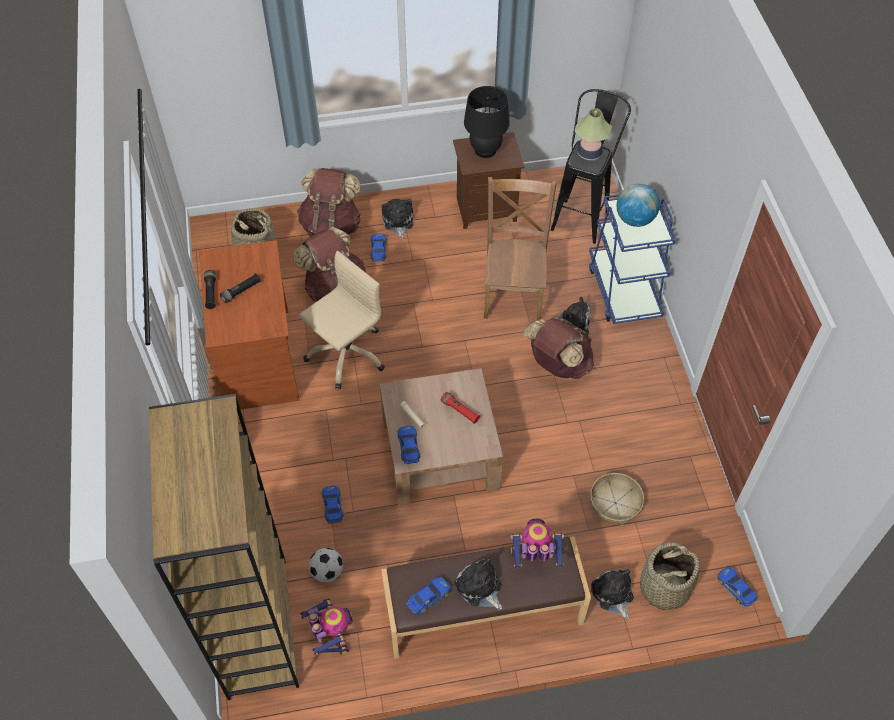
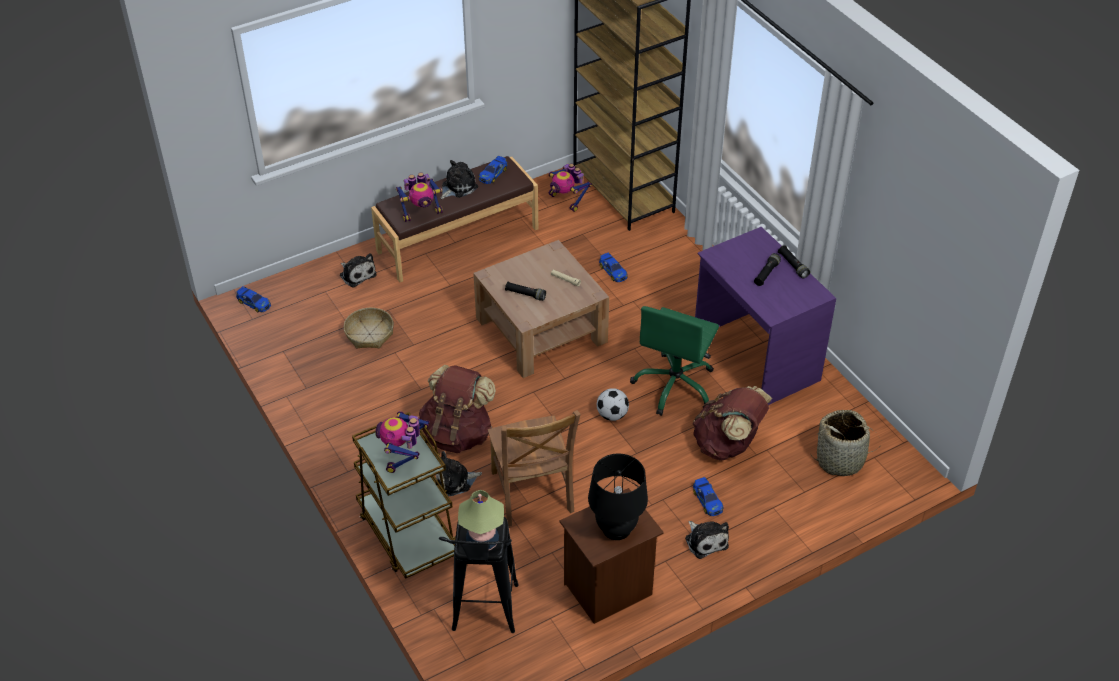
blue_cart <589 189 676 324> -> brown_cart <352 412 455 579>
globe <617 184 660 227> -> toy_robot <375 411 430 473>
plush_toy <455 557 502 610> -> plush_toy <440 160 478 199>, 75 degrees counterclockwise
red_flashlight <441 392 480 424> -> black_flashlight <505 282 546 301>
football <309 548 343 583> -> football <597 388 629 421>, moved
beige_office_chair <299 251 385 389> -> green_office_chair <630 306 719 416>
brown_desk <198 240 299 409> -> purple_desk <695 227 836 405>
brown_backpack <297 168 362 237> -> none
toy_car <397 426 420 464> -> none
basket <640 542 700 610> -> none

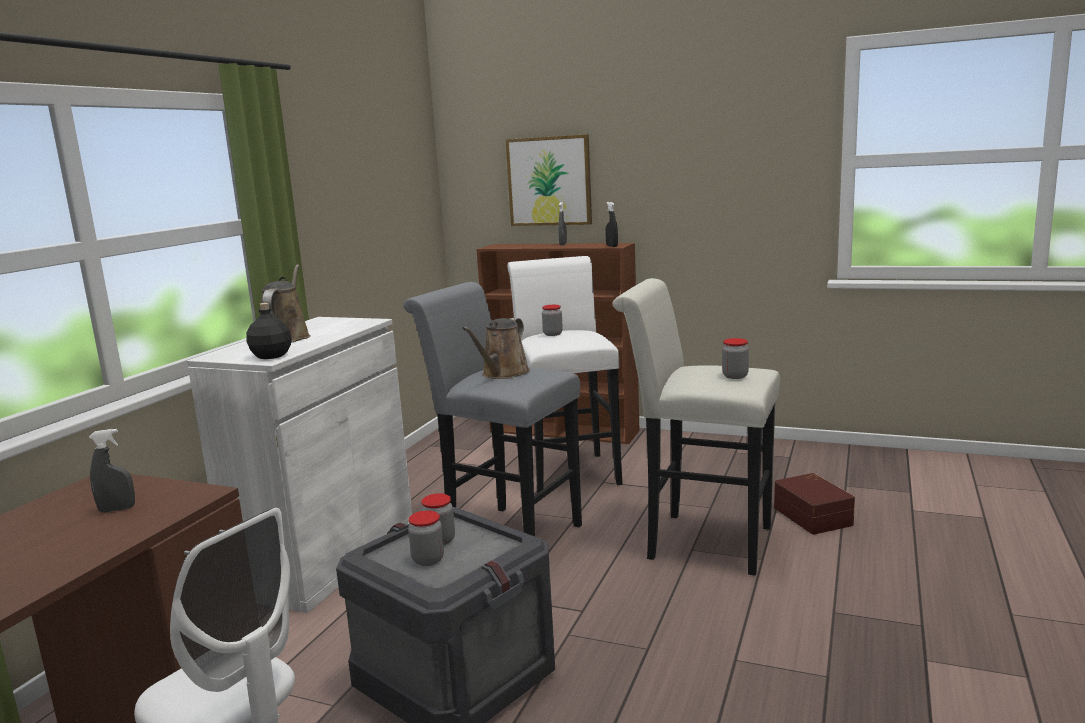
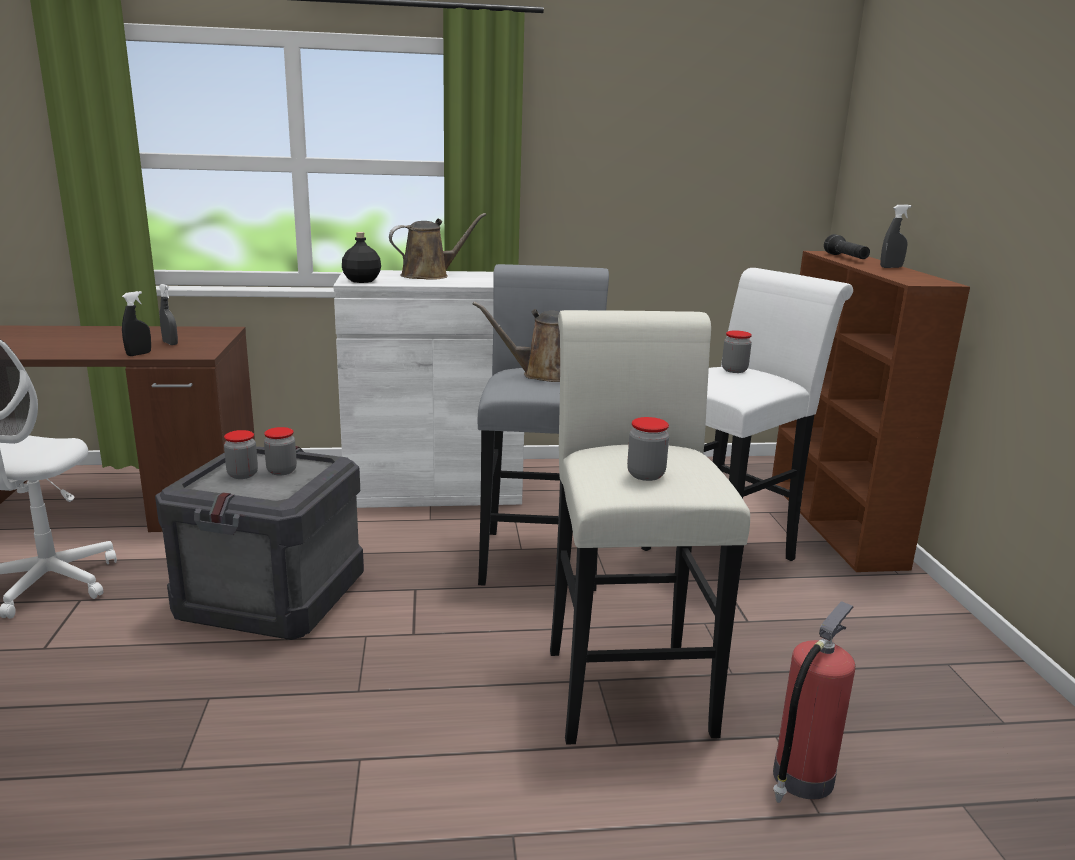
black_spray_bottle <605 202 618 247> -> black_spray_bottle <122 291 151 356>, moved
brown_storage_box <774 473 855 535> -> fire_extinguisher <773 601 855 803>
none -> black_flashlight <824 234 870 259>
picture <506 134 592 226> -> none

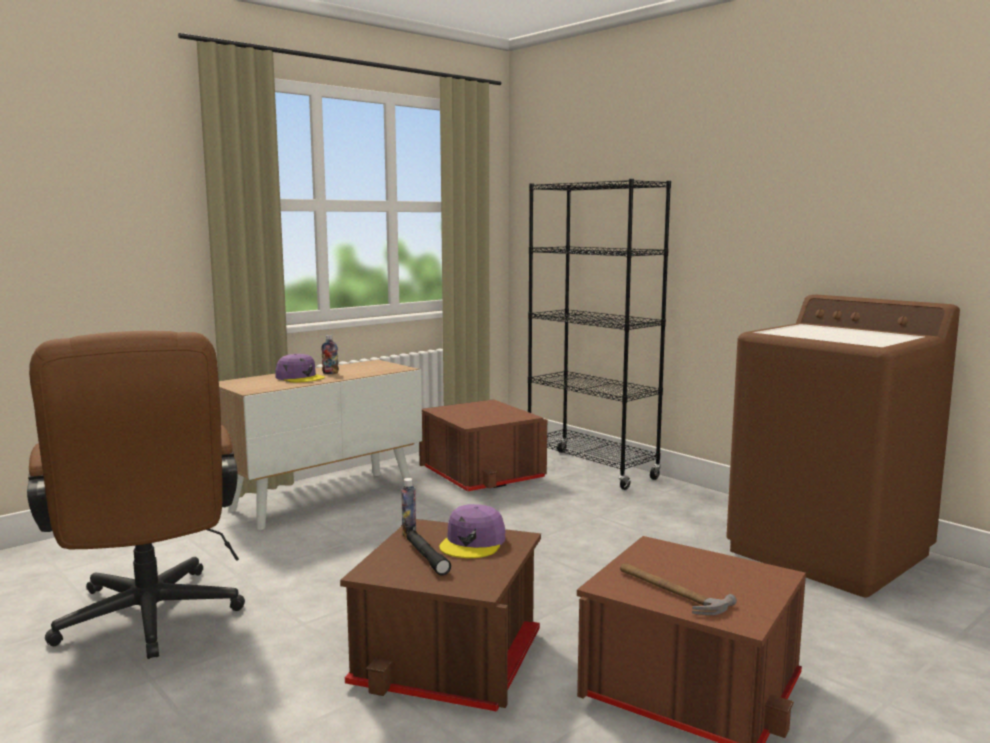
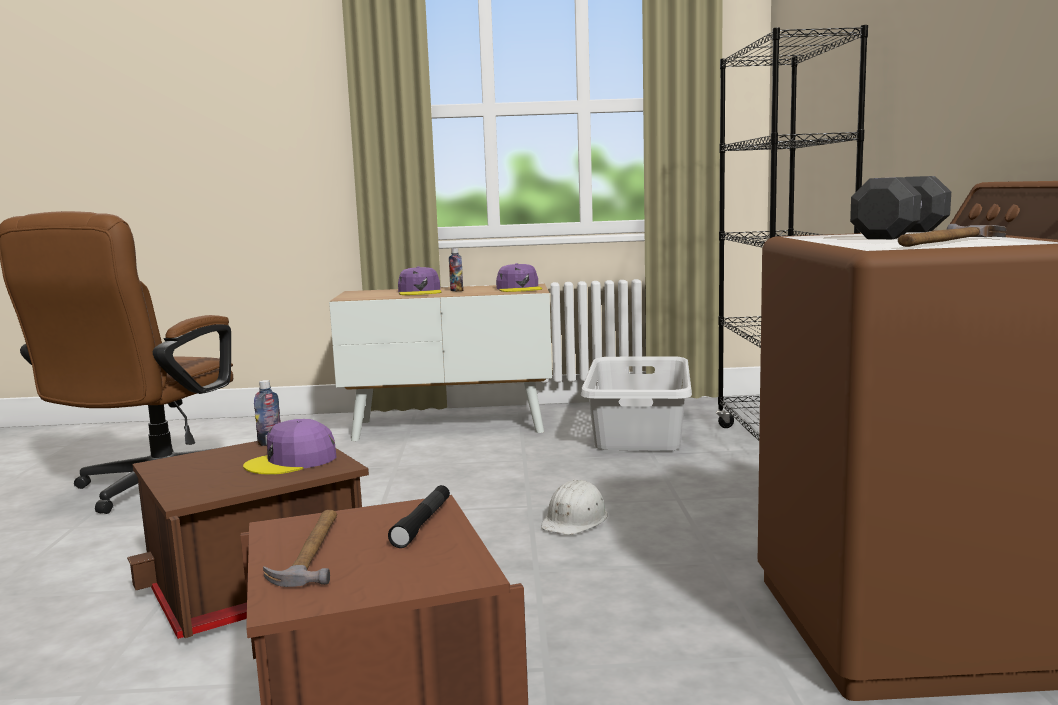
black_flashlight <407 530 451 576> -> black_flashlight <388 485 450 548>, moved
none -> purple_cap <496 263 542 292>
none -> white_hard_hat <541 480 608 535>
brown_storage_box <419 399 547 492> -> grey_laundry_basket <581 356 692 451>
none -> black_dumbbell <850 176 951 239>
none -> hammer <898 224 1006 247>

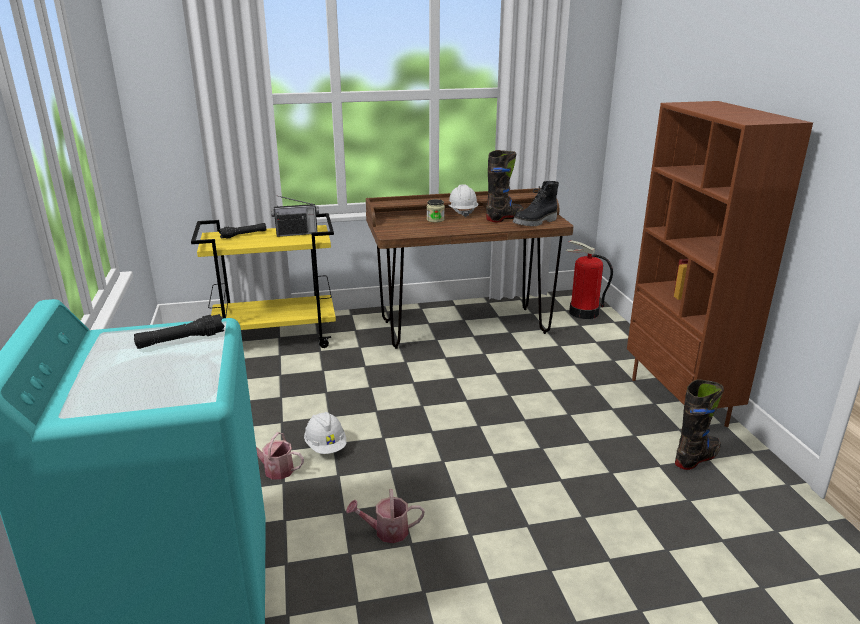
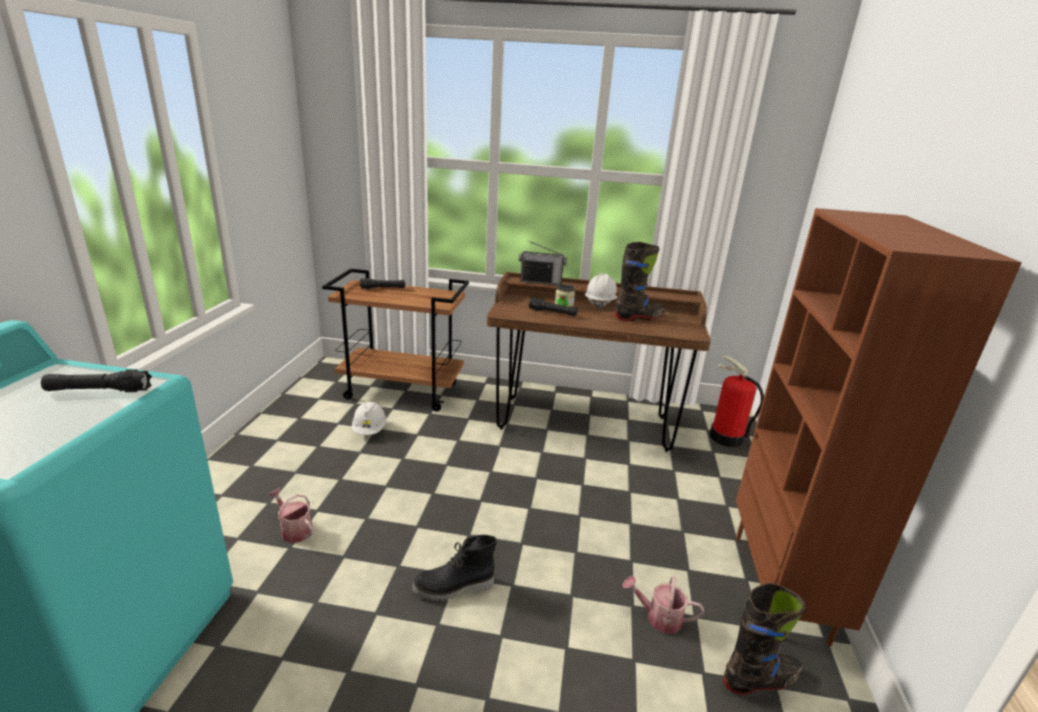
yellow_cart <191 213 336 348> -> brown_cart <322 269 469 412>
white_hard_hat <304 412 346 454> -> white_hard_hat <352 402 387 435>, moved
black_boot <513 181 559 226> -> black_boot <412 535 497 601>, moved
radio <271 195 319 237> -> radio <519 240 567 285>, moved
none -> black_flashlight <528 298 578 316>
watering_can <346 489 424 543> -> watering_can <623 576 704 634>, moved

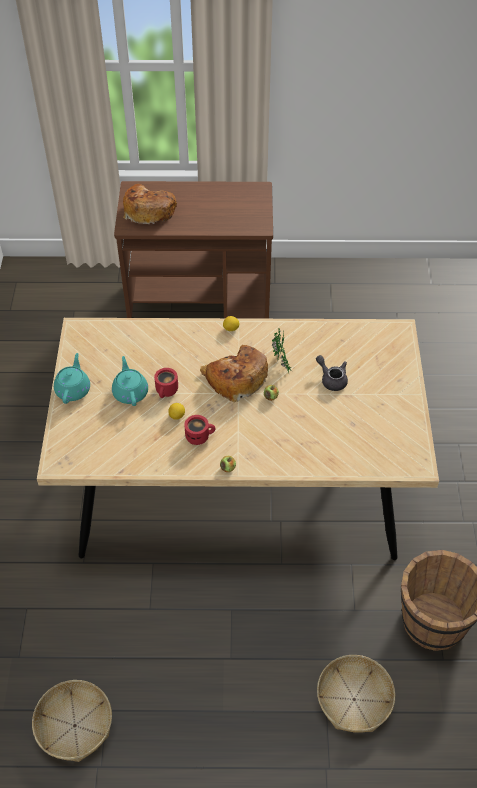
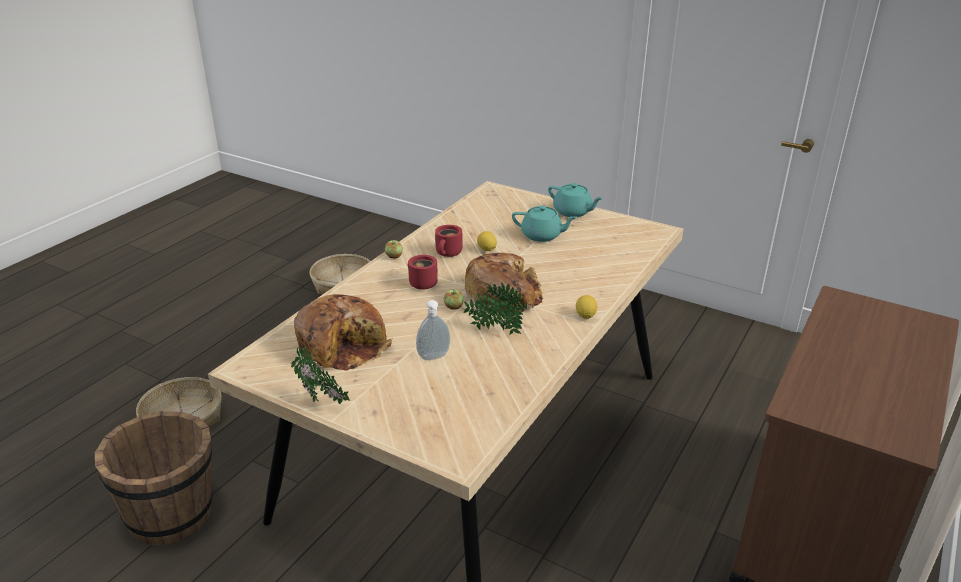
none -> potted_plant <291 346 350 404>
bread <123 184 177 224> -> bread <294 294 393 371>, moved
red_mug <154 368 178 398> -> red_mug <408 255 438 290>, moved
grey_teapot <316 355 348 391> -> soap_dispenser <416 300 450 360>

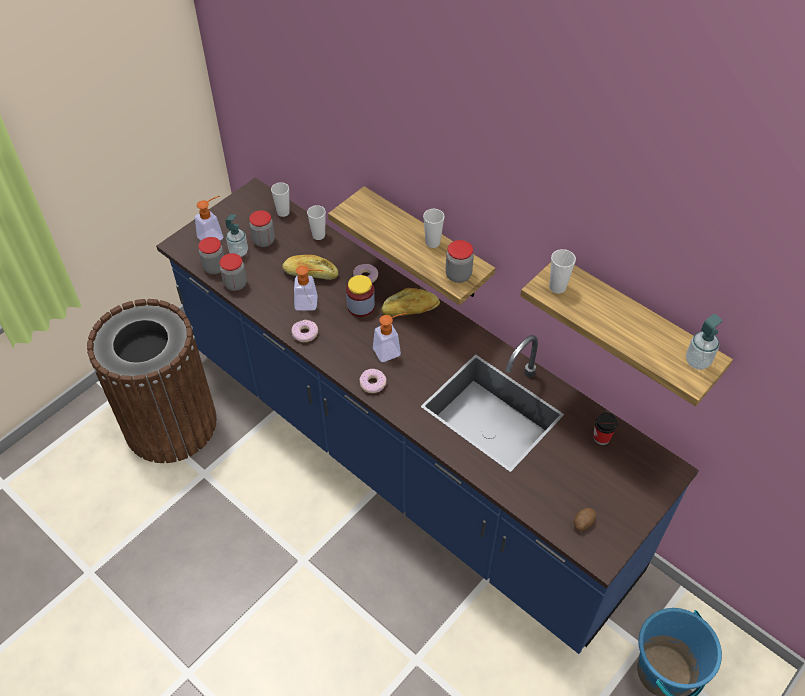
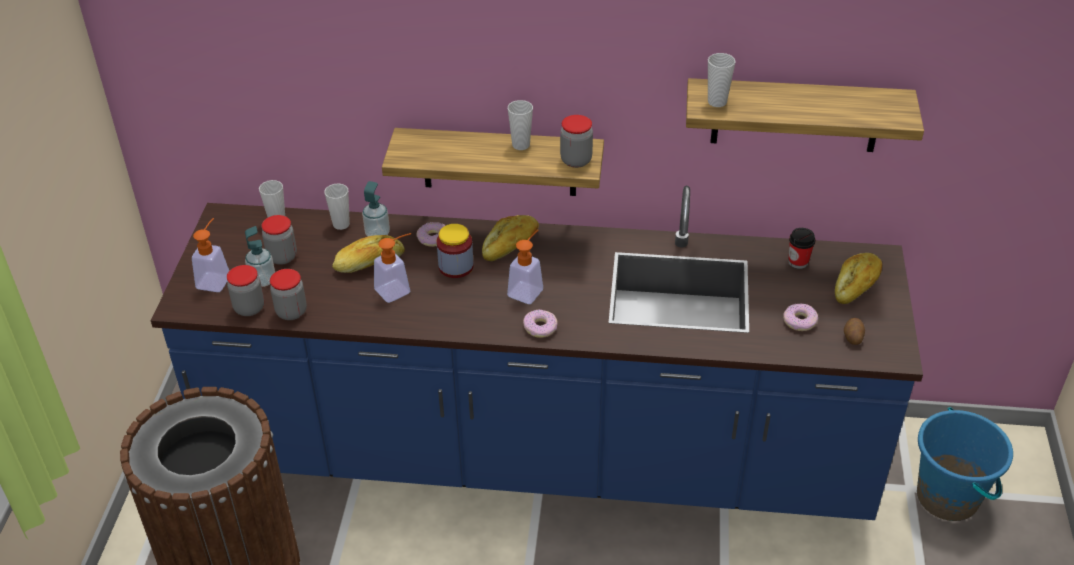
soap_dispenser <686 314 722 370> -> soap_dispenser <362 181 390 237>, moved
donut <291 320 318 342> -> donut <783 303 818 331>, moved
none -> bread <835 253 882 304>

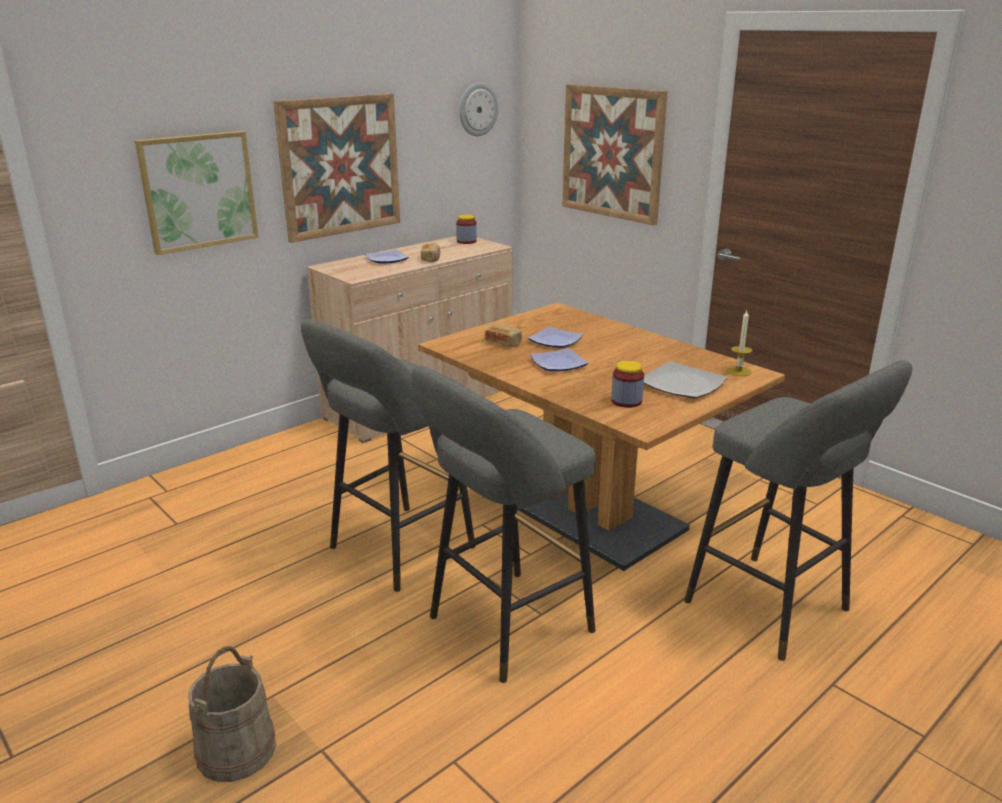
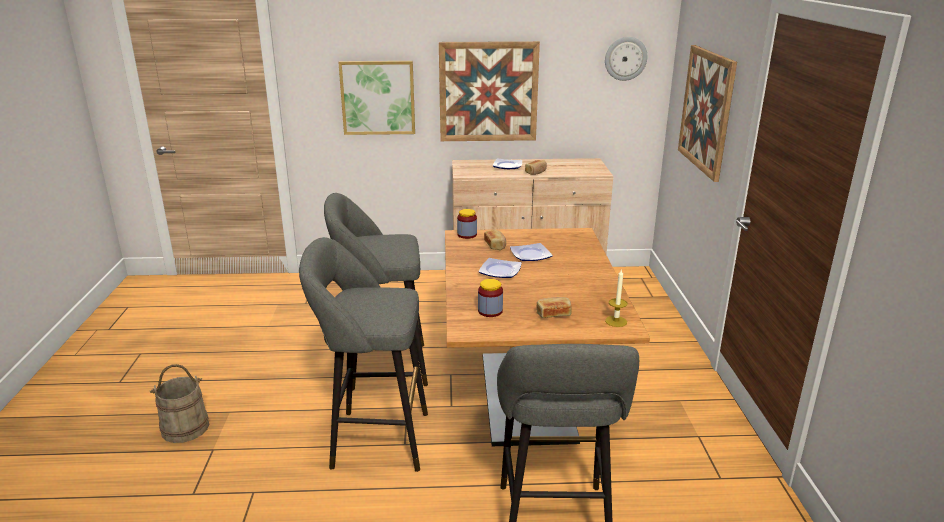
jar <457 215 477 244> -> jar <457 209 477 239>, moved
plate <644 361 728 398> -> bread <537 297 572 318>

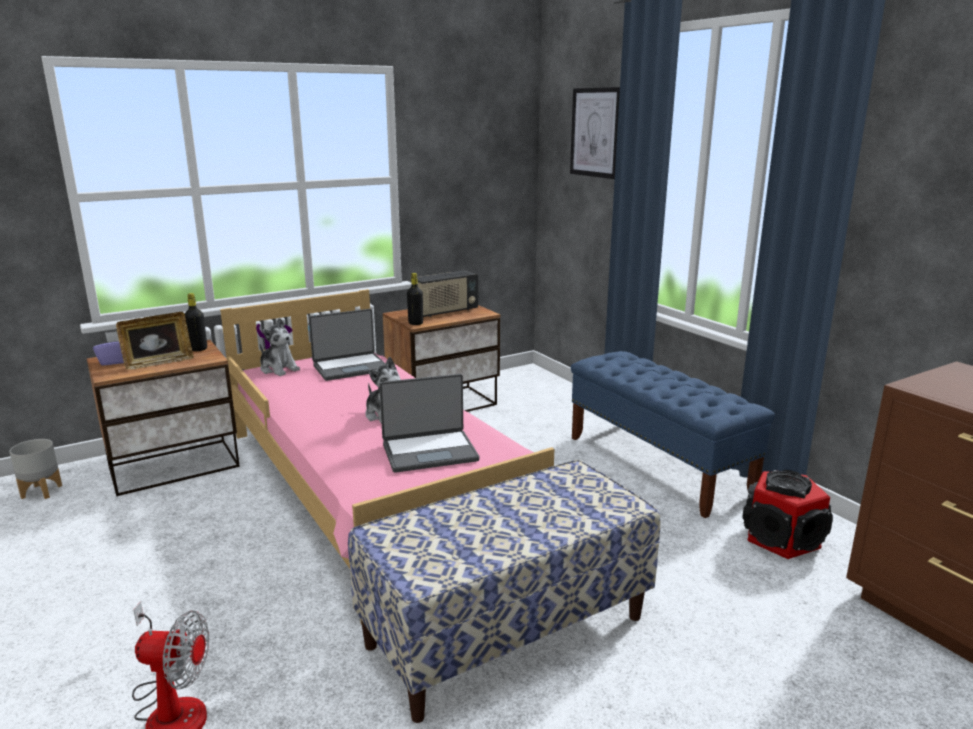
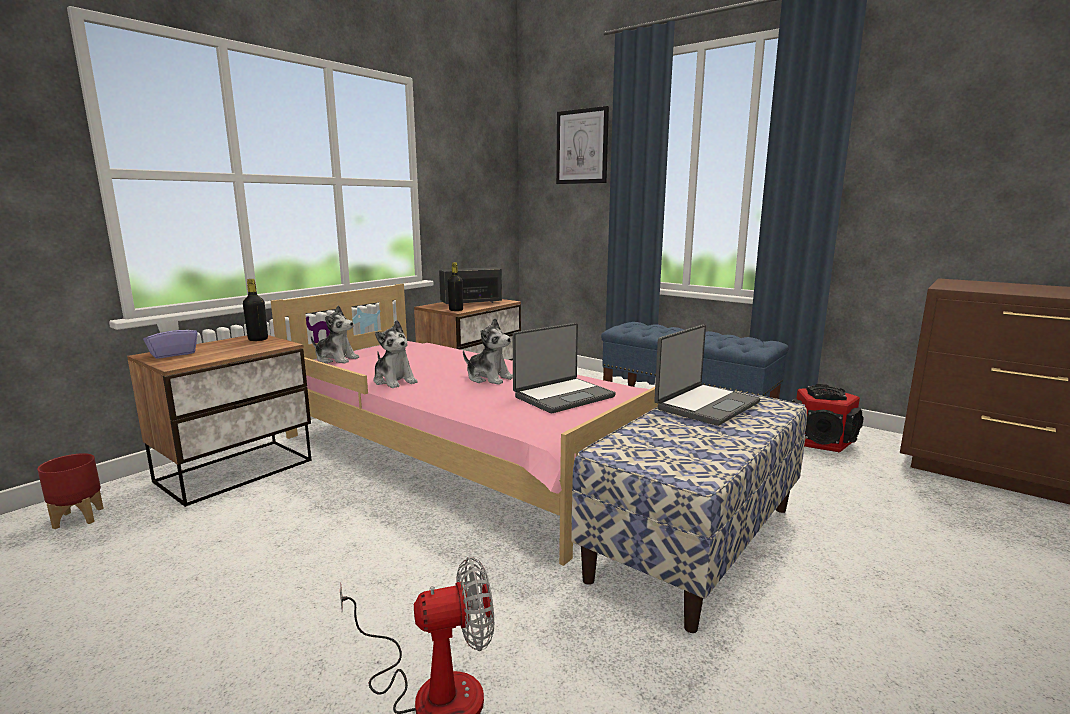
grey_planter <9 439 62 499> -> red_planter <37 453 104 529>
none -> plush_toy <373 320 417 388>
radio <417 270 478 317> -> radio <439 267 502 304>, 150 degrees counterclockwise
laptop <309 309 385 381> -> laptop <654 325 760 426>, moved
picture_frame <116 312 194 370> -> none

